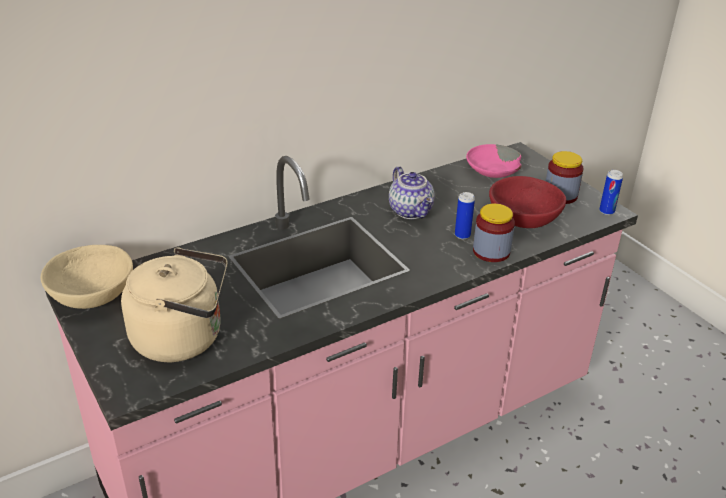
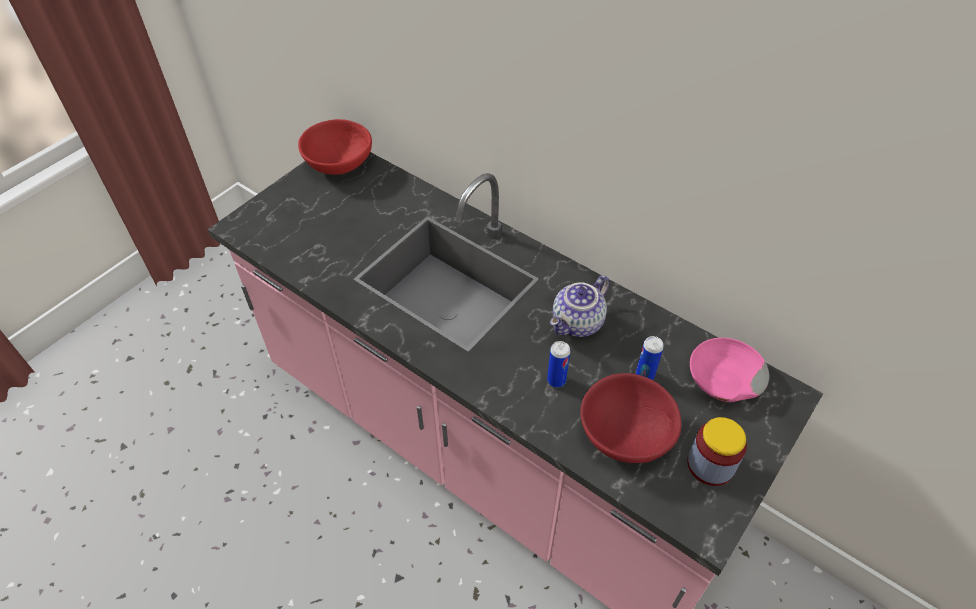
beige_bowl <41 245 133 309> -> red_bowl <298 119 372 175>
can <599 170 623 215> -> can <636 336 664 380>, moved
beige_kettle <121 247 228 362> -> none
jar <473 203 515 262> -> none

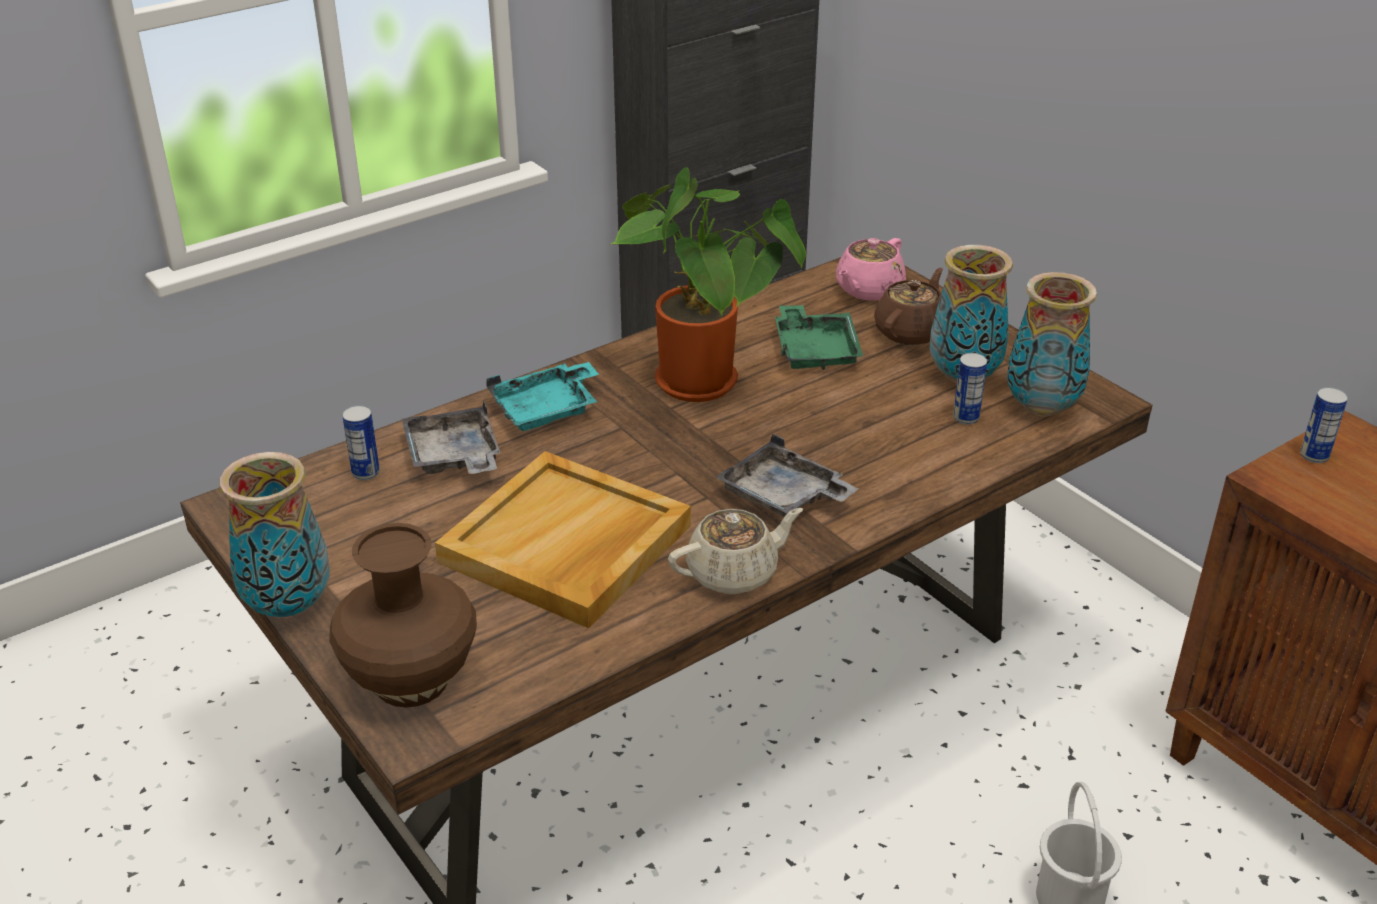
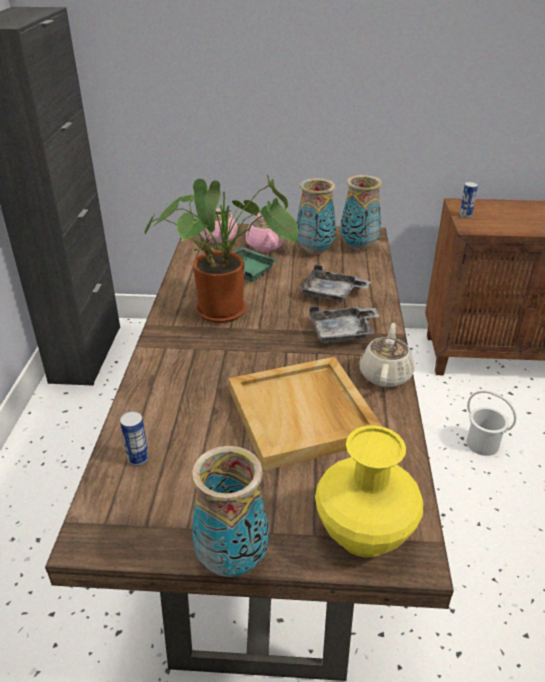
brown_teapot <874 268 943 345> -> pink_teapot <245 213 285 252>
grey_tray <402 401 501 474> -> grey_tray <298 265 371 303>, moved
brown_vase <329 523 477 708> -> yellow_vase <315 425 423 558>
turquoise_tray <486 362 599 431> -> none
can <953 353 987 425> -> none

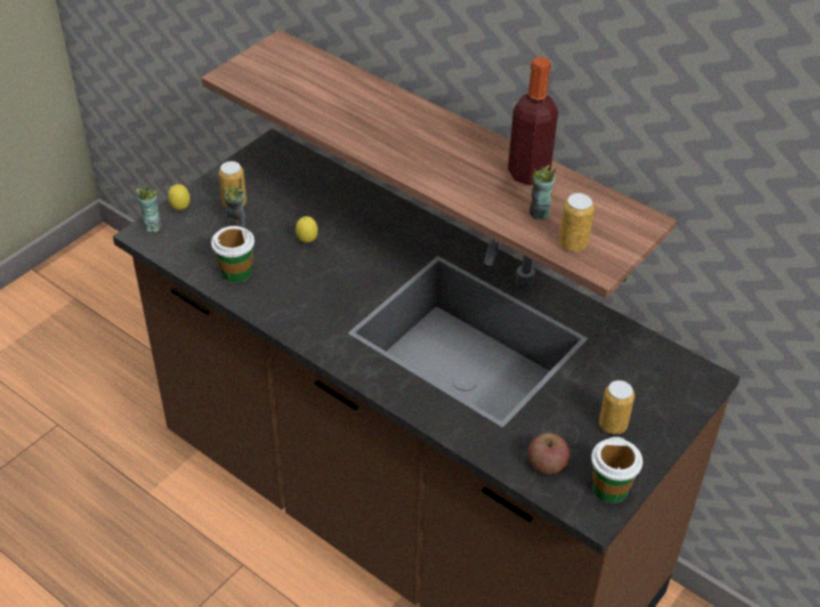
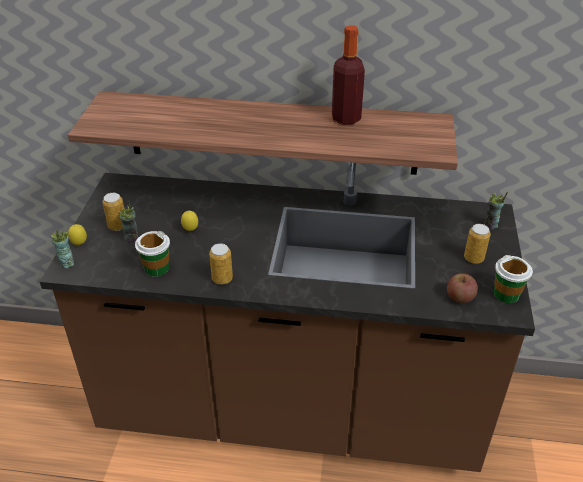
can <559 193 594 251> -> can <209 243 233 284>, moved
cup <529 165 556 220> -> cup <484 192 508 229>, moved

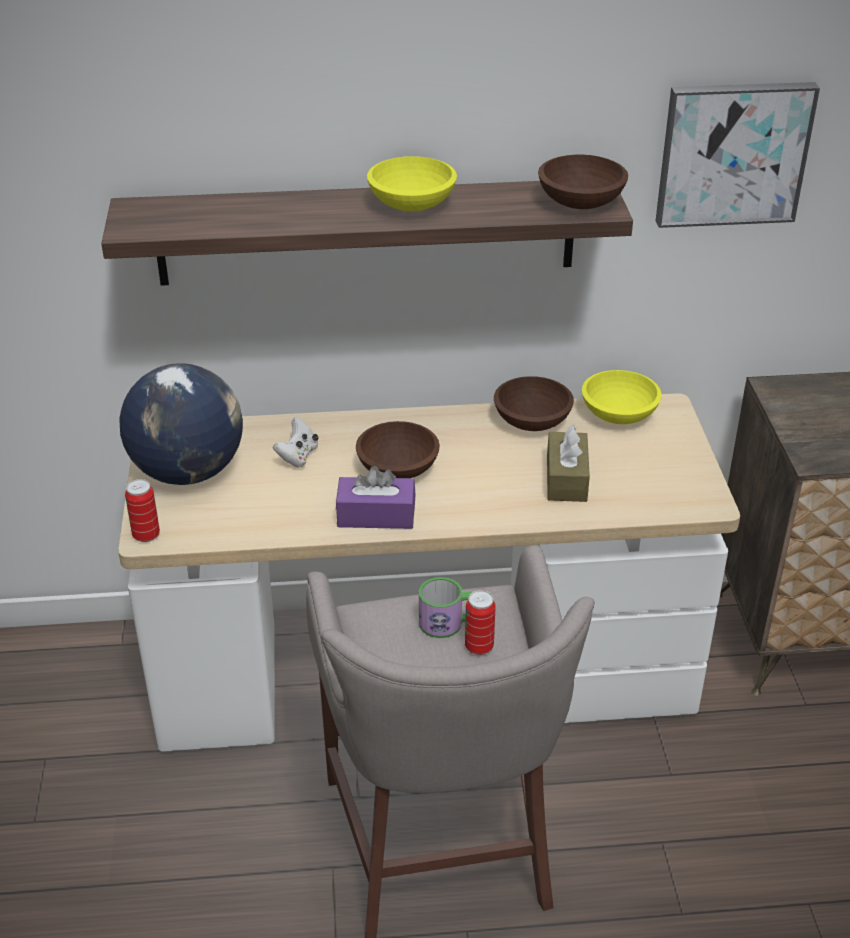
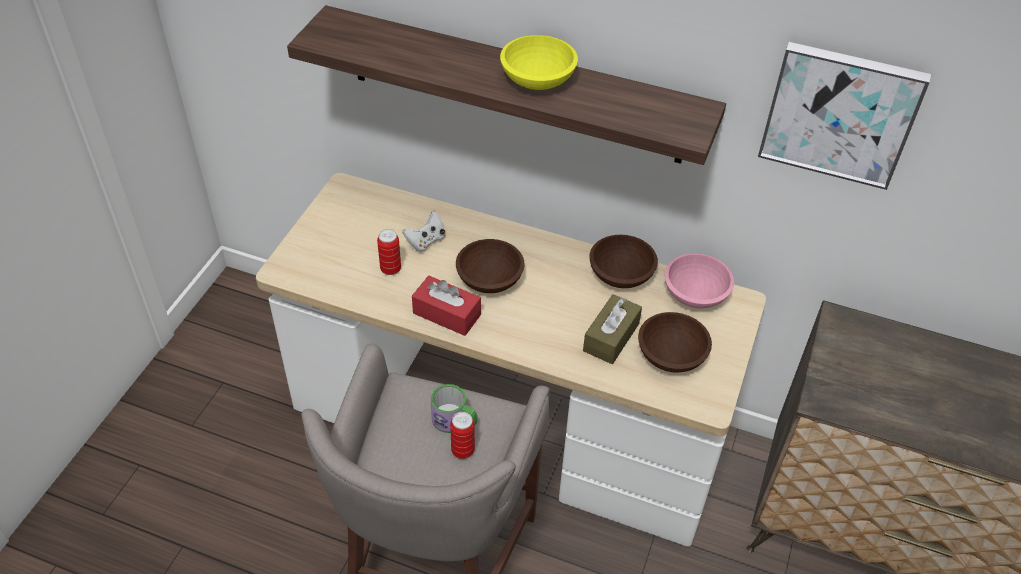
can <125 479 160 542> -> can <377 229 401 275>, moved
purple_tissue_box <336 466 415 529> -> red_tissue_box <412 276 481 336>
brown_bowl <538 155 628 209> -> brown_bowl <638 312 712 373>, moved
yellow_bowl <582 370 662 424> -> pink_bowl <664 253 734 308>
globe <119 363 243 485> -> none

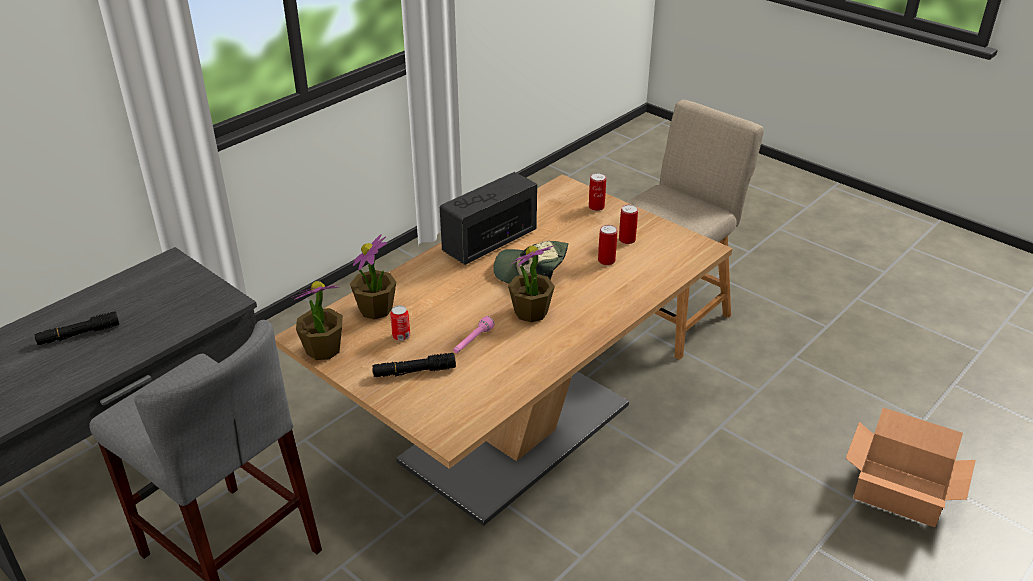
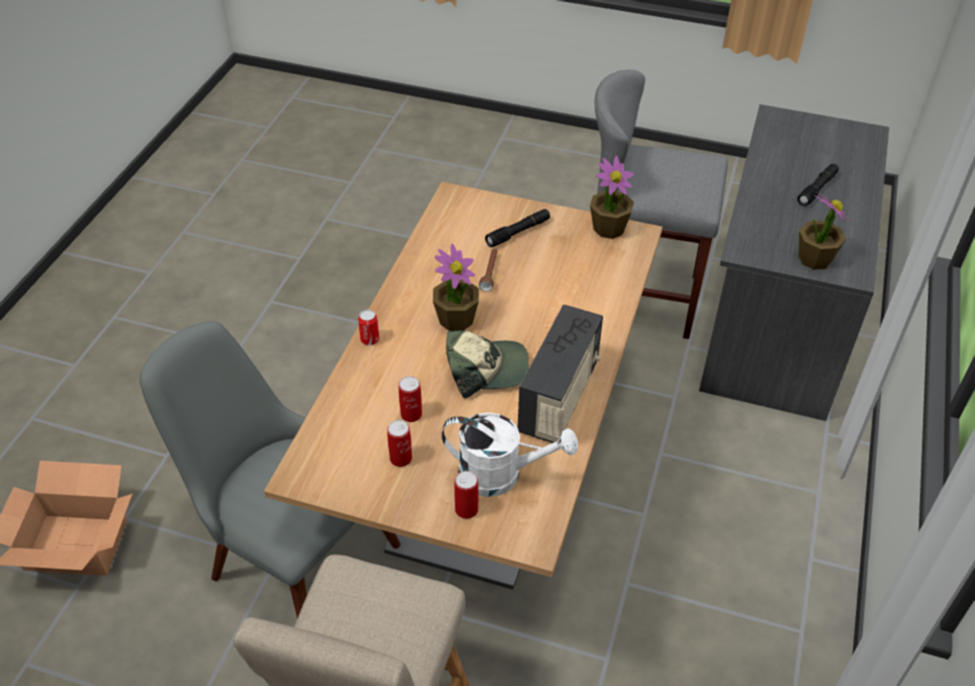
none -> grey_chair <140 321 401 618>
can <390 305 410 341> -> can <358 309 379 345>, moved
none -> white_watering_can <441 412 578 497>
pink_flashlight <453 316 495 353> -> brown_flashlight <479 248 498 292>
potted_plant <350 234 396 319> -> potted_plant <799 192 851 270>, moved

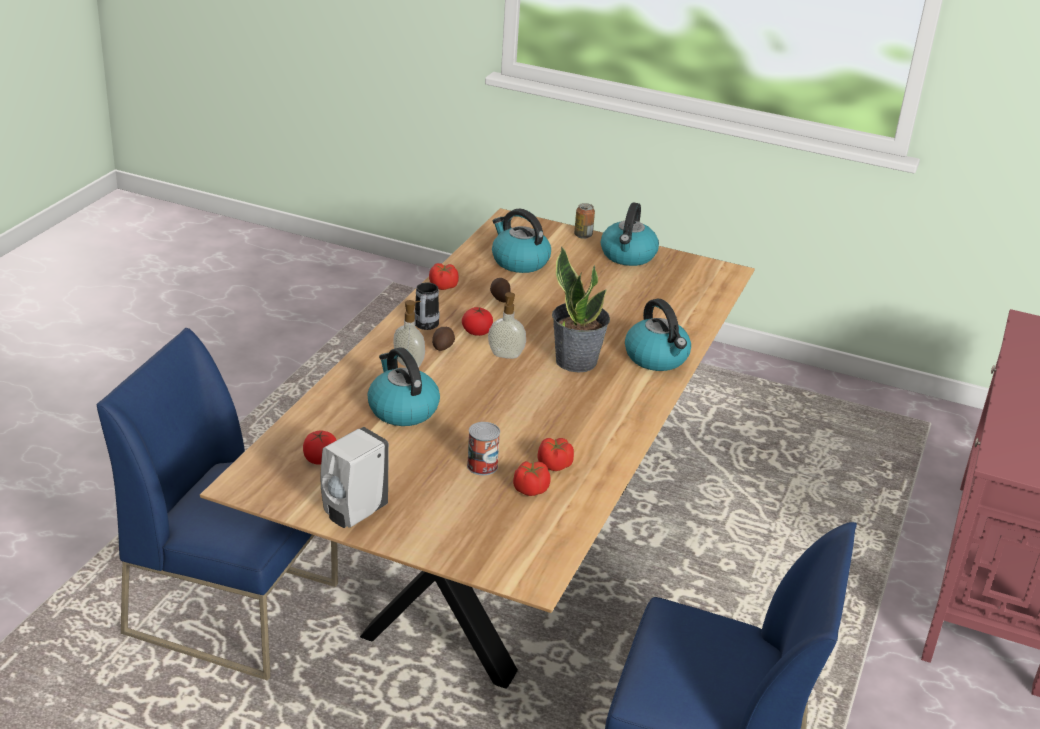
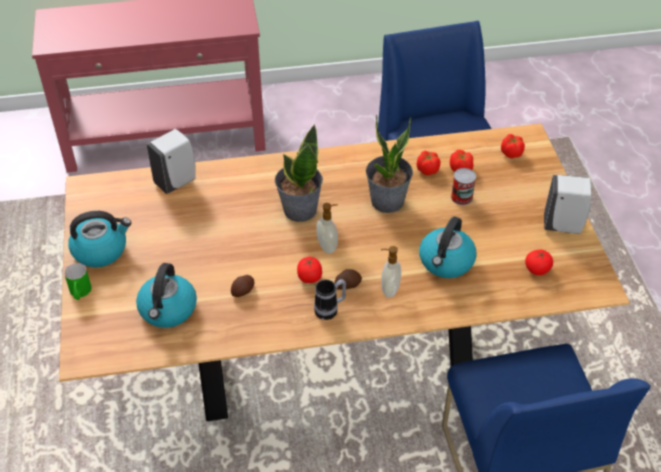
can <574 203 595 239> -> green_mug <64 263 92 300>
none -> white_soap_dispenser <147 129 196 194>
none -> potted_plant <366 115 413 213>
tomato <429 263 459 290> -> tomato <501 134 525 158>, moved
kettle <625 299 691 371> -> none

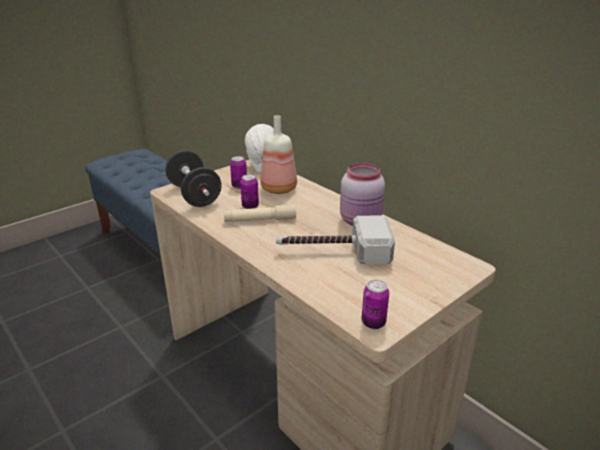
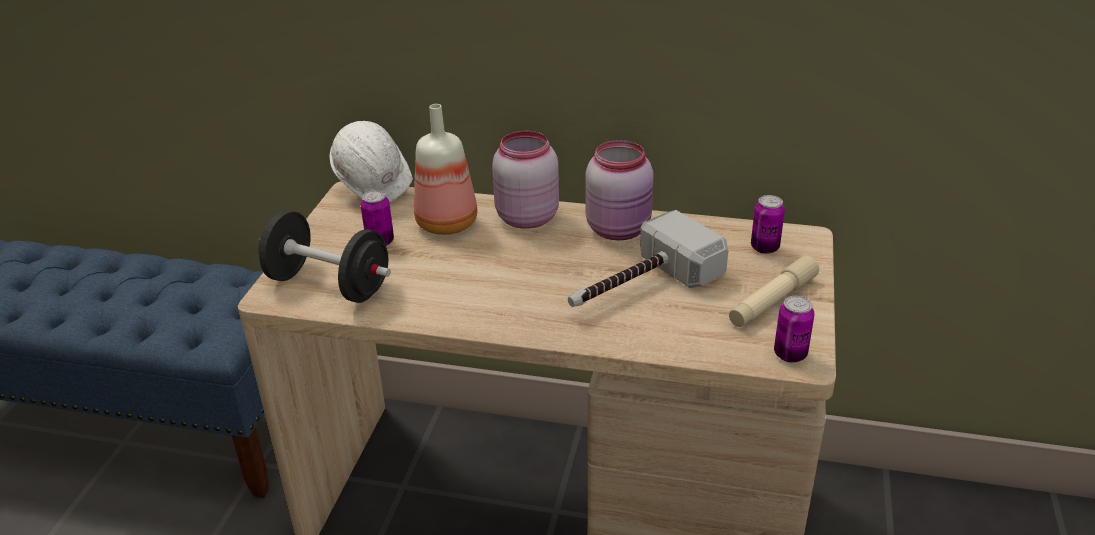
none -> pink_jar <492 131 559 229>
beige_flashlight <224 204 296 222> -> beige_flashlight <729 255 819 327>, moved
can <240 174 259 209> -> can <751 195 785 254>, moved

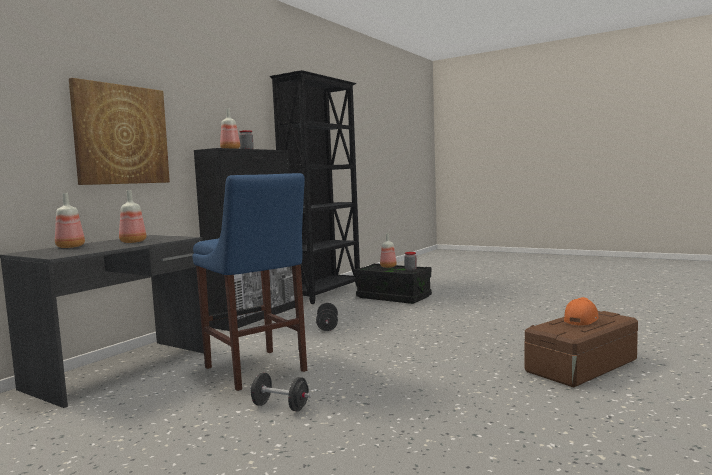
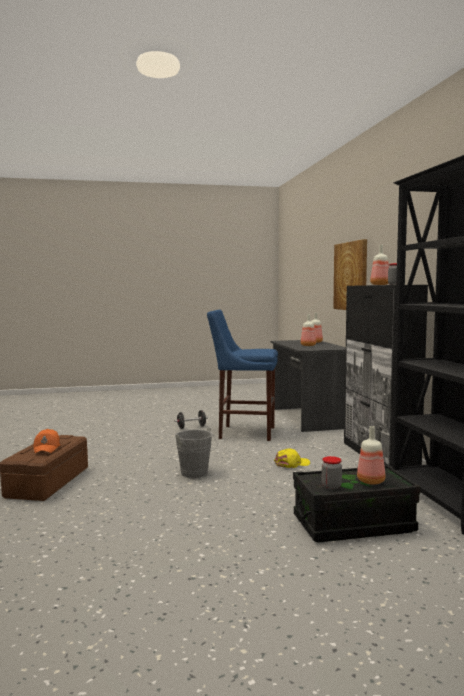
none -> grey_bucket <175 427 218 478>
black_dumbbell <316 303 338 331> -> yellow_cap <274 448 310 468>

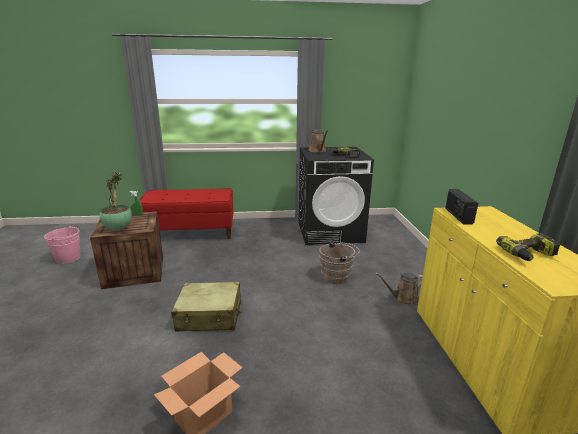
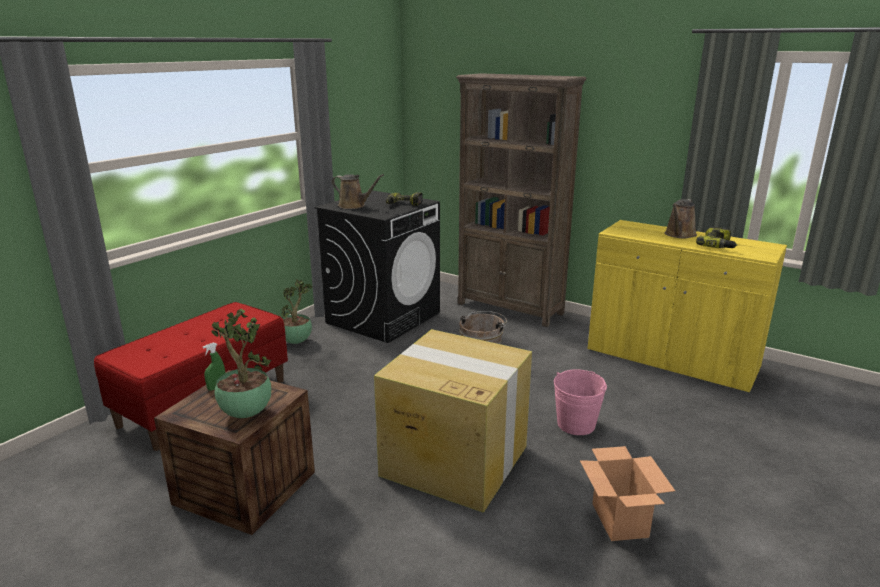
none -> potted_plant <281 280 312 344>
beige_suitcase <171 282 242 332> -> cardboard_box <374 329 532 513>
none -> brown_bookcase <456 73 586 327>
pink_bucket <44 226 81 264> -> pink_bucket <554 369 607 435>, moved
brown_watering_can <375 272 423 305> -> brown_watering_can <665 199 697 238>, moved
radio <445 189 478 225> -> none

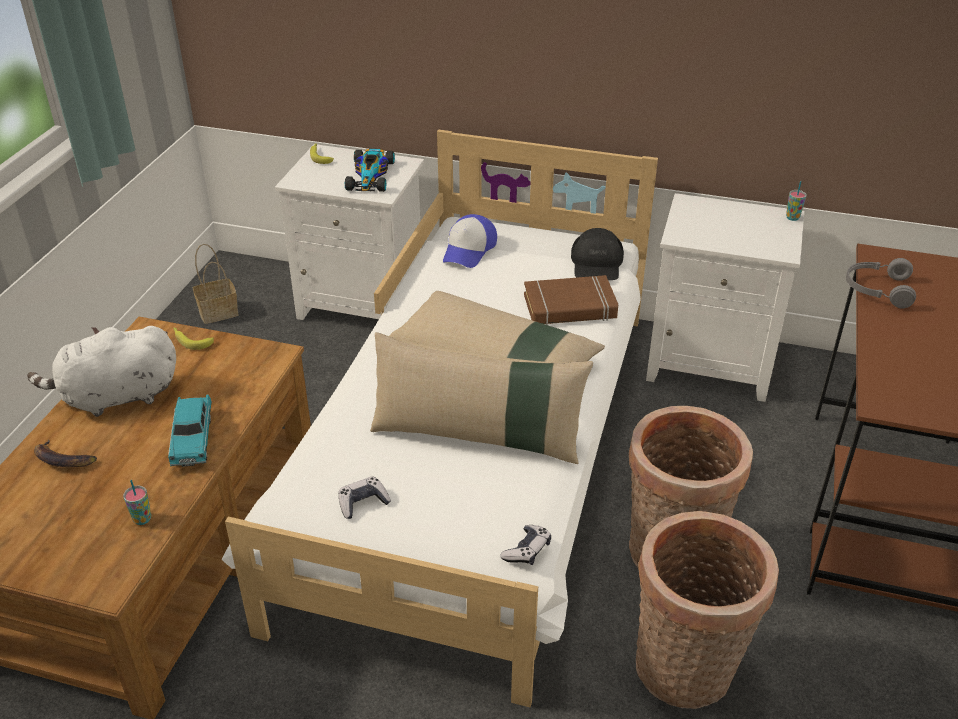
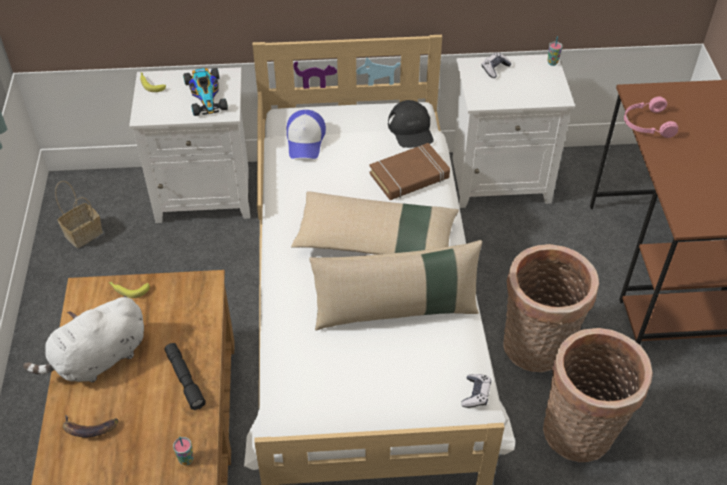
turquoise_toy_car <168 395 212 467> -> black_flashlight <165 343 206 410>
game_controller <339 476 391 519> -> game_controller <482 52 512 78>, moved
grey_headphones <846 258 916 308> -> pink_headphones <624 96 678 138>

